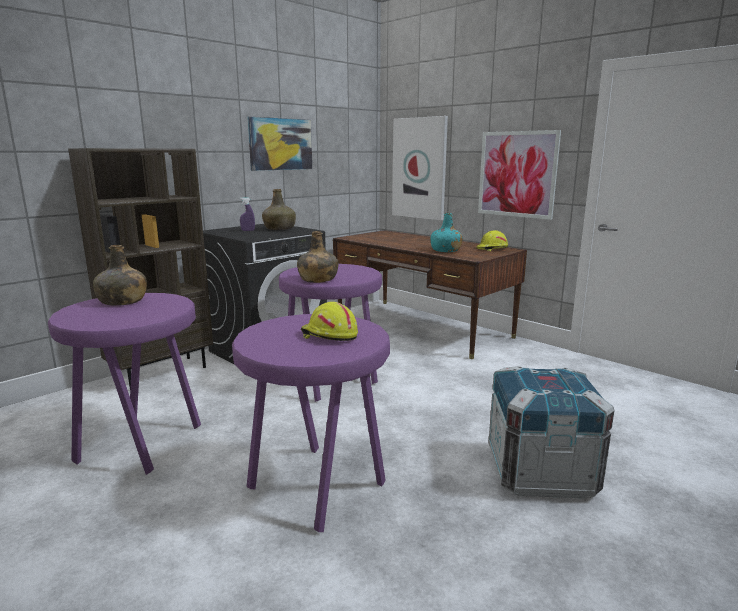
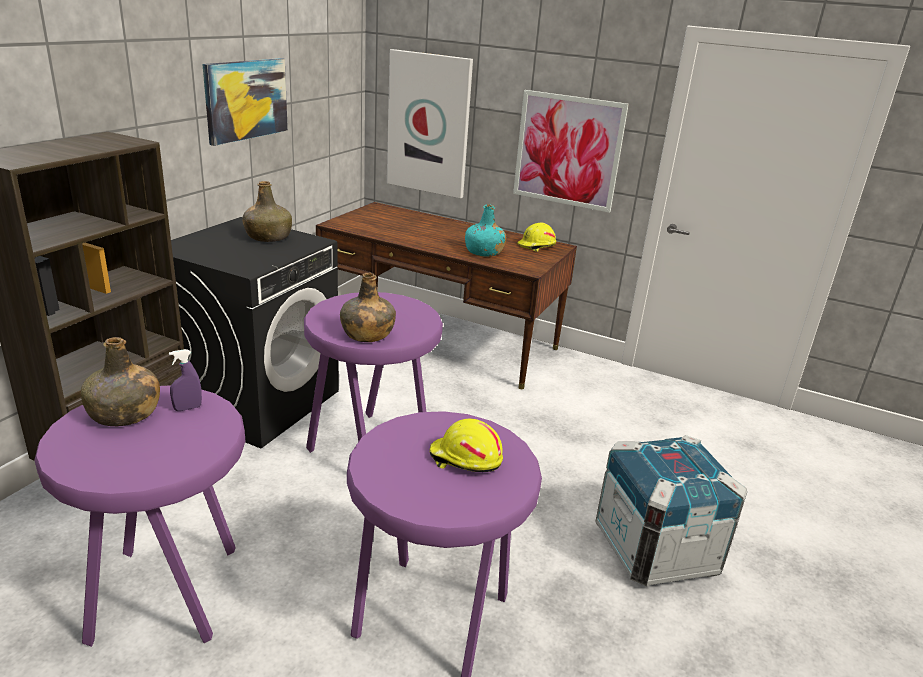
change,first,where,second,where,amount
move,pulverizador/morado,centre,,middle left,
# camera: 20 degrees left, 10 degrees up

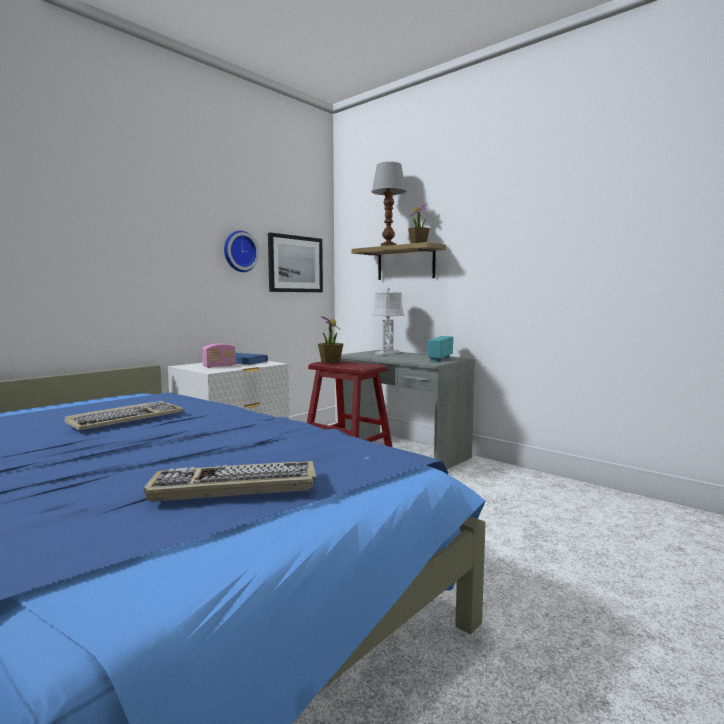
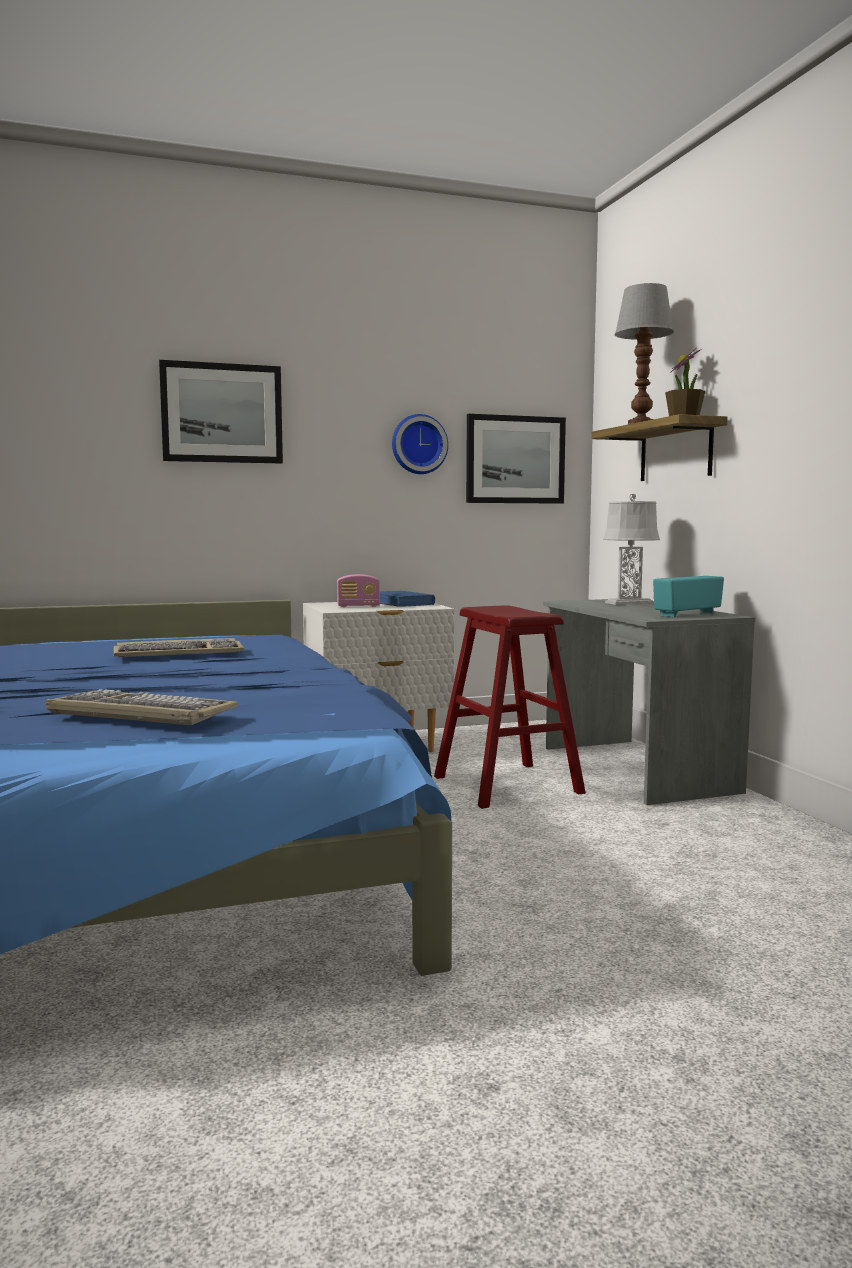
change,first,where,second,where,amount
delete,planta en maceta (1st from left),centre,,,
insert,,,cuadro (1st from left),top left,
# camera: 30 degrees right, 0 degrees up

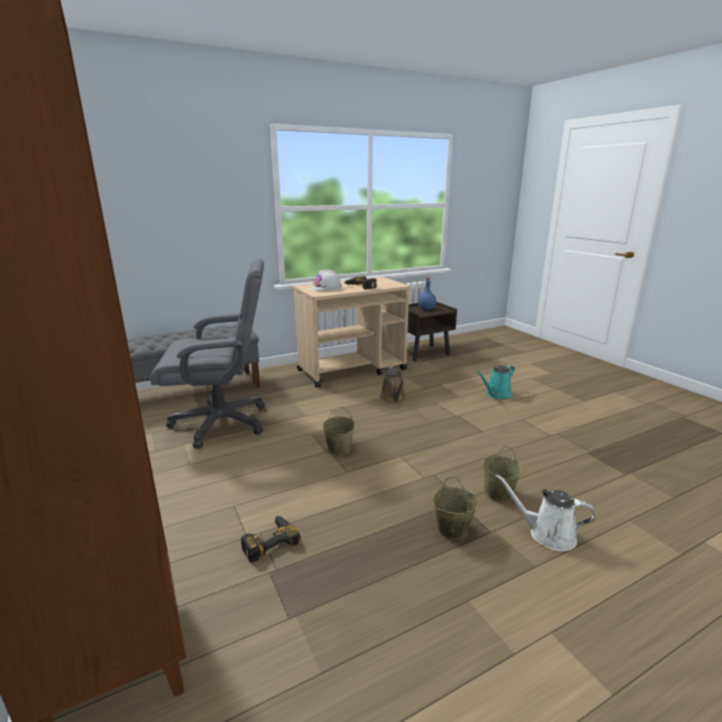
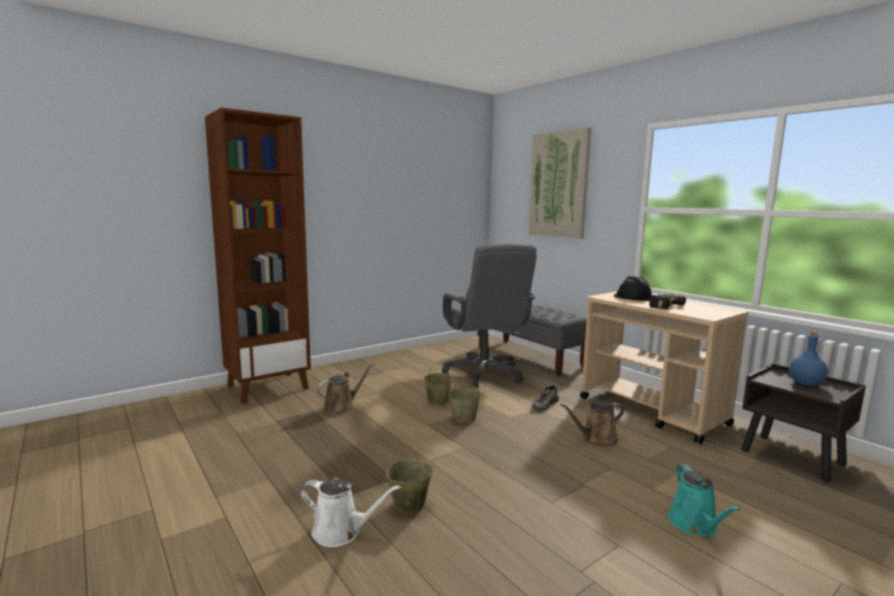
change,first,where,second,where,amount
replace,taladro (1st from left),bottom centre,regadera/marrón (1st from left),centre,
recolor,casco/blanco,centre,casco/negro,middle right,
move,cubo/beis (2nd from left),bottom centre,,centre,
rotate,regadera/turquesa,middle right,,bottom right,135 degrees counterclockwise
rotate,regadera/blanco,bottom right,,bottom centre,90 degrees clockwise
insert,,,cuadro,top centre,
insert,,,zapato,centre,
# camera: 80 degrees right, 10 degrees down

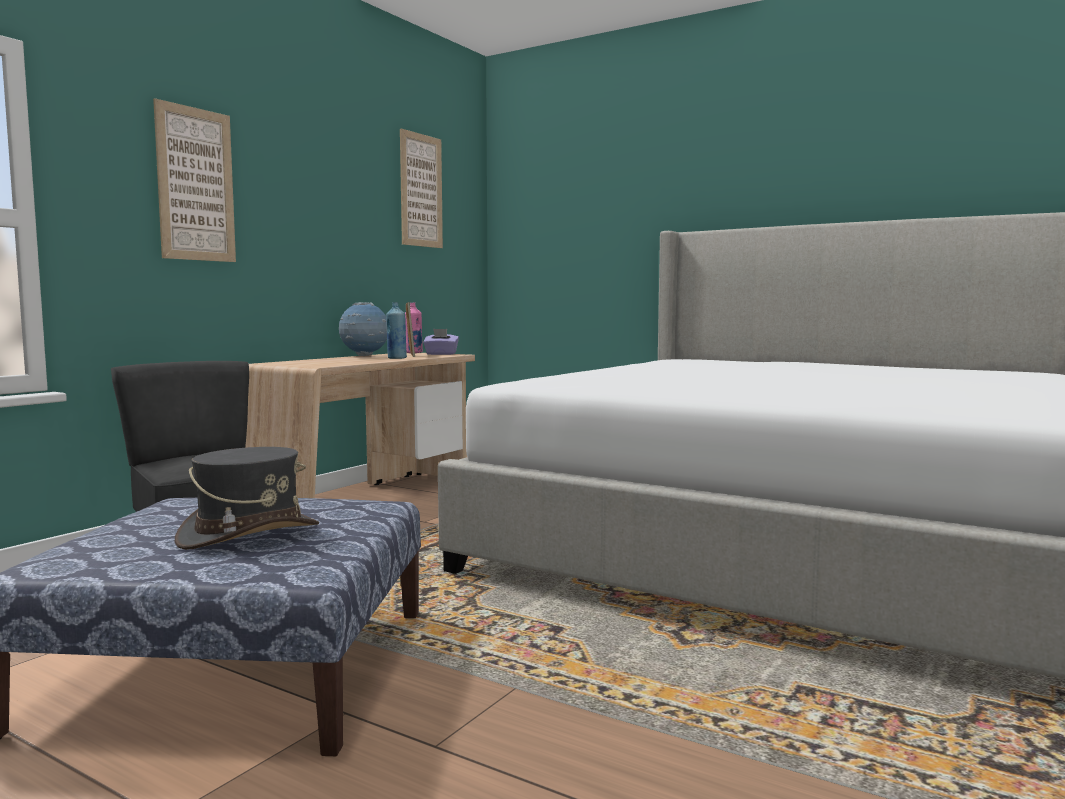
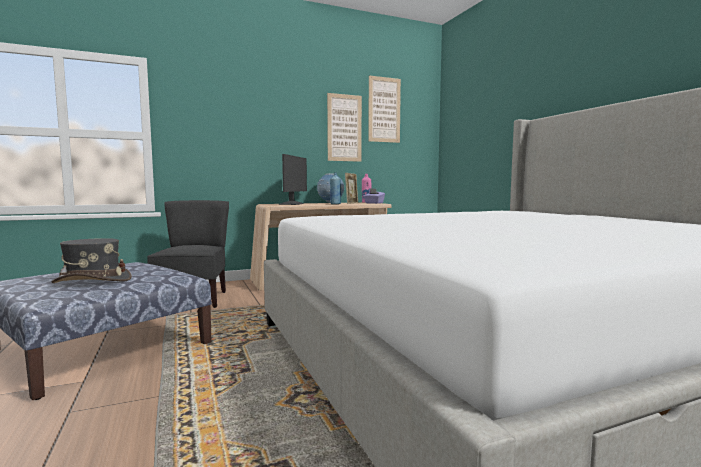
change,first,where,second,where,amount
move,cuadro (1st from left),top left,,top centre,
insert,,,monitor,centre,
# camera: 35 degrees right, 0 degrees up

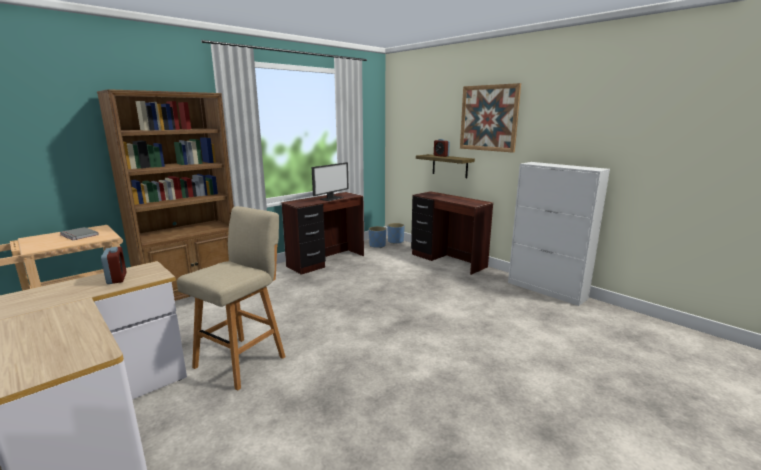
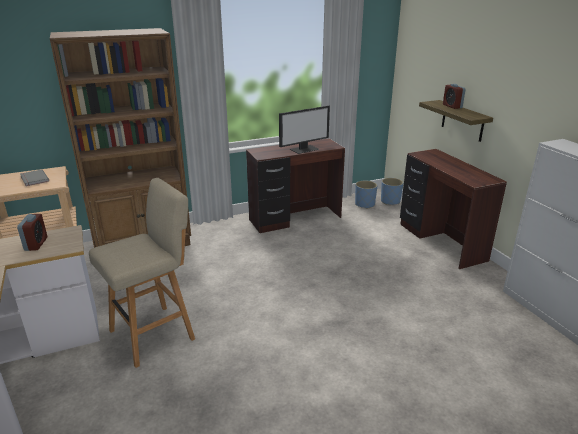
change,first,where,second,where,amount
delete,cuadro,top centre,,,
# camera: 20 degrees right, 10 degrees up

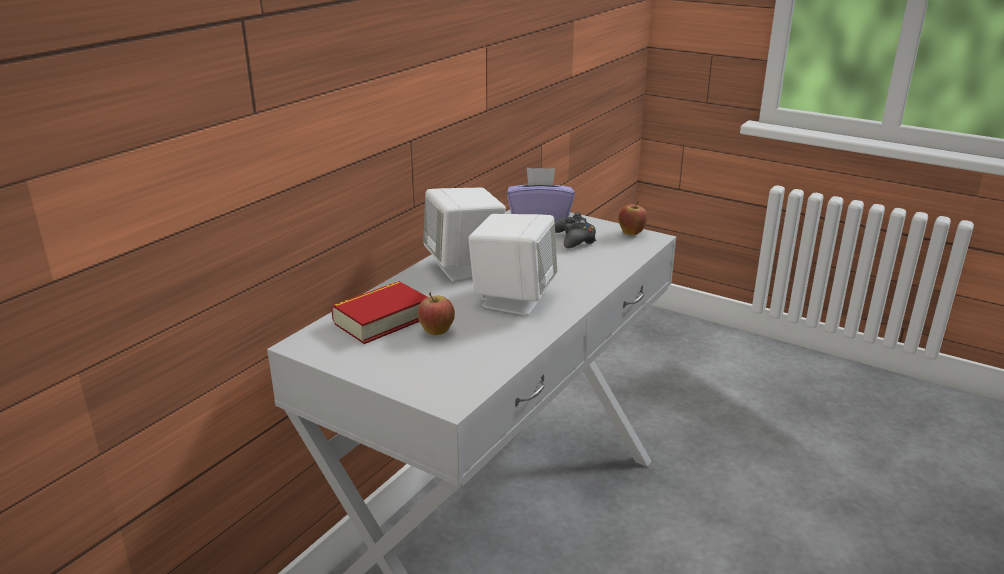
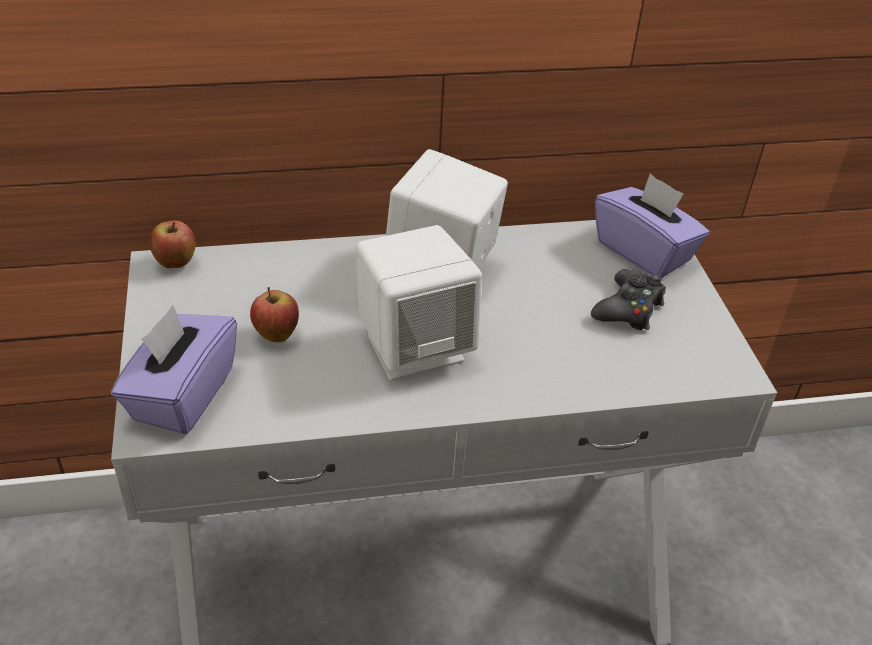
change,first,where,second,where,amount
delete,libro,centre,,,
move,manzana (2nd from left in the first image),centre,manzana (1st from left),middle left,
insert,,,caja de pañuelos/morado (1st from left),middle left,
# camera: 45 degrees right, 15 degrees up

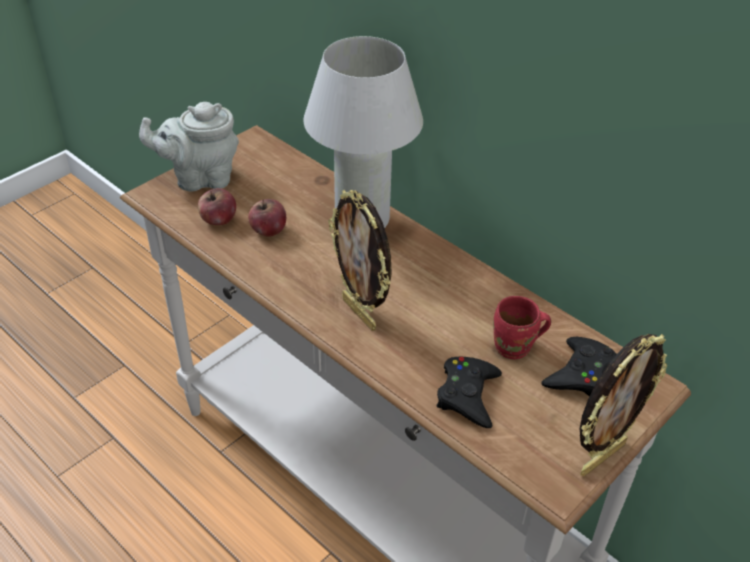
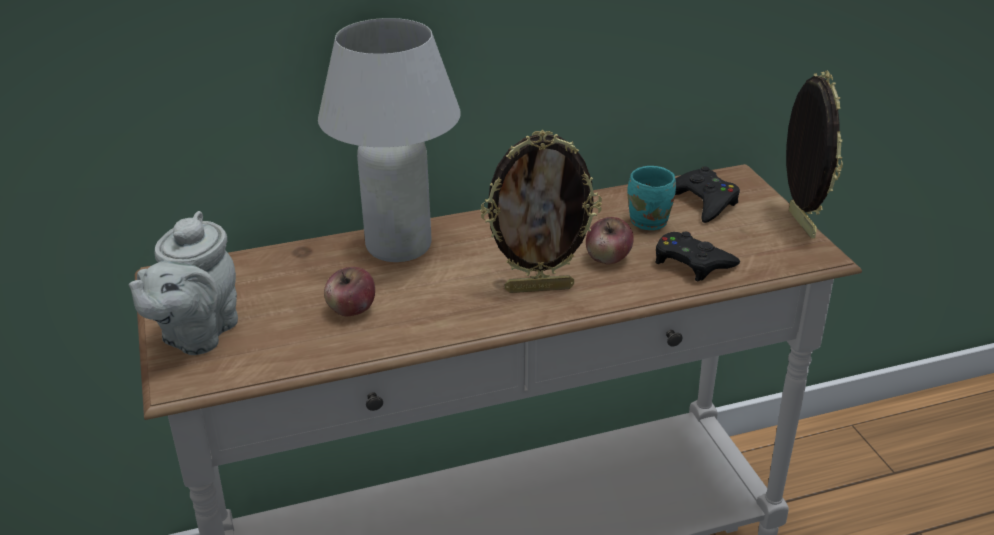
change,first,where,second,where,amount
move,manzana (1st from left in the first image),middle left,manzana (2nd from left),centre,
recolor,taza grande/rojo,middle right,taza grande/turquesa,centre,
# camera: 60 degrees left, 10 degrees down

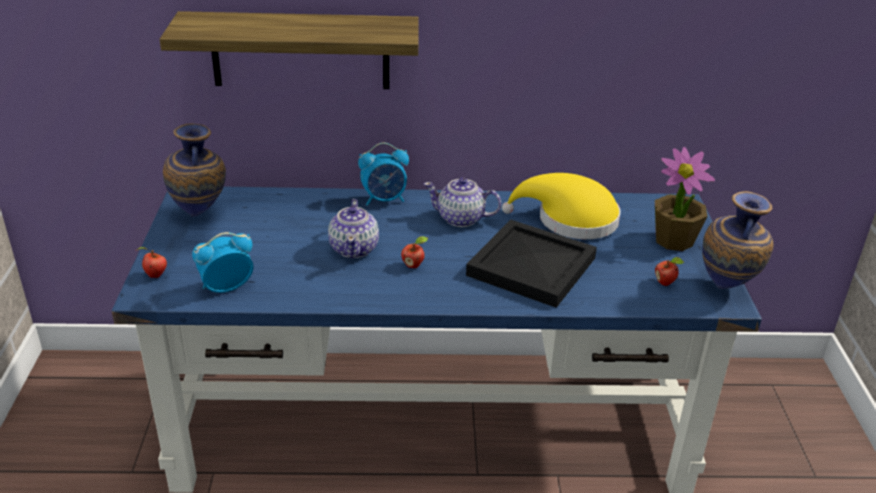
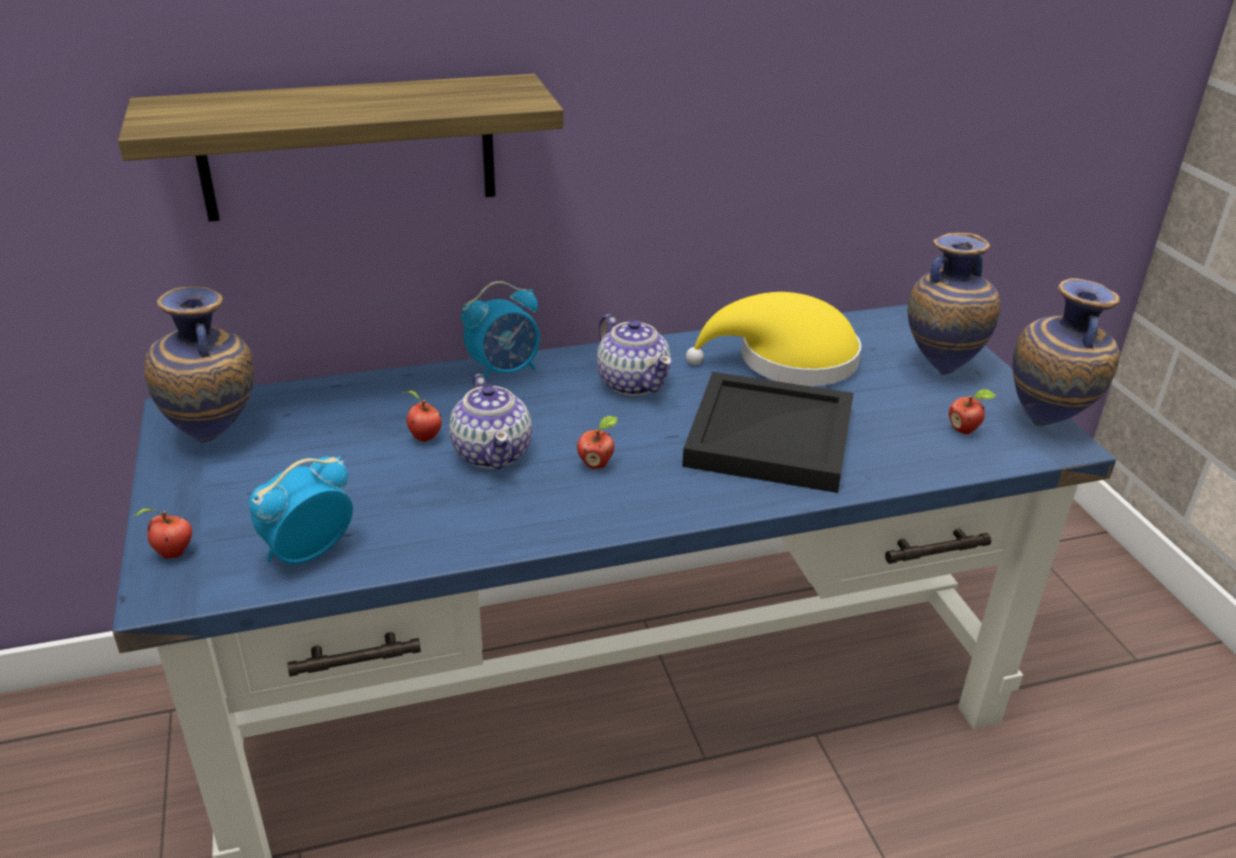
change,first,where,second,where,amount
rotate,tetera (2nd from left),centre,,centre,120 degrees counterclockwise
replace,planta en maceta,middle right,florero (2nd from left),middle right,
insert,,,manzana (2nd from left),centre,
# camera: 15 degrees left, 0 degrees up

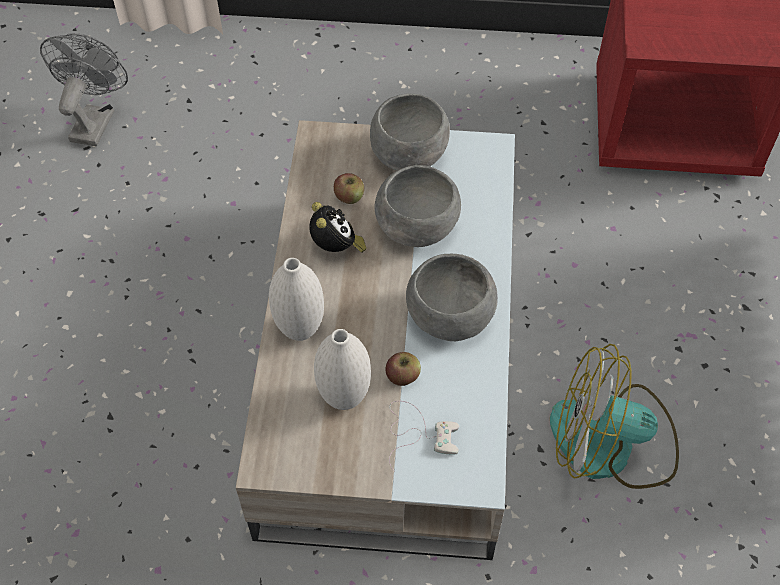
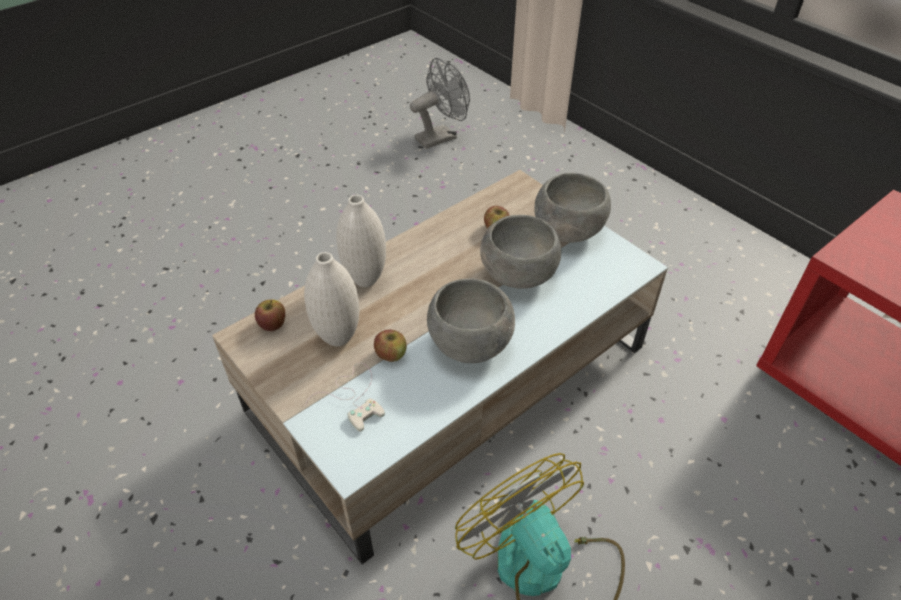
change,first,where,second,where,amount
delete,despertador,centre,,,
insert,,,manzana (1st from left),middle left,
# camera: 45 degrees right, 10 degrees down

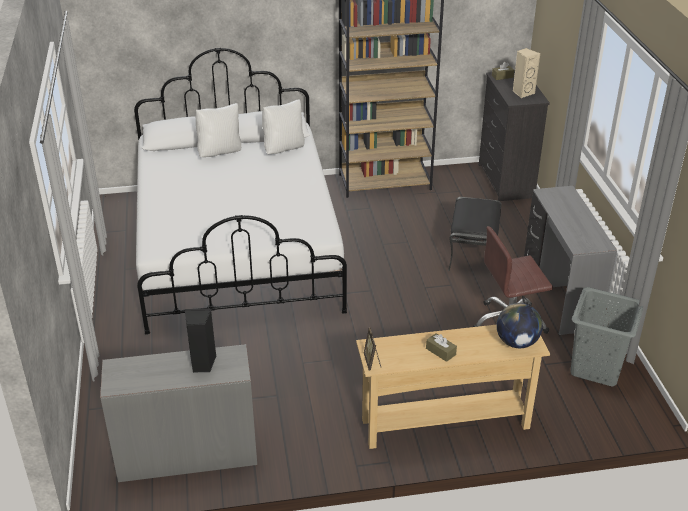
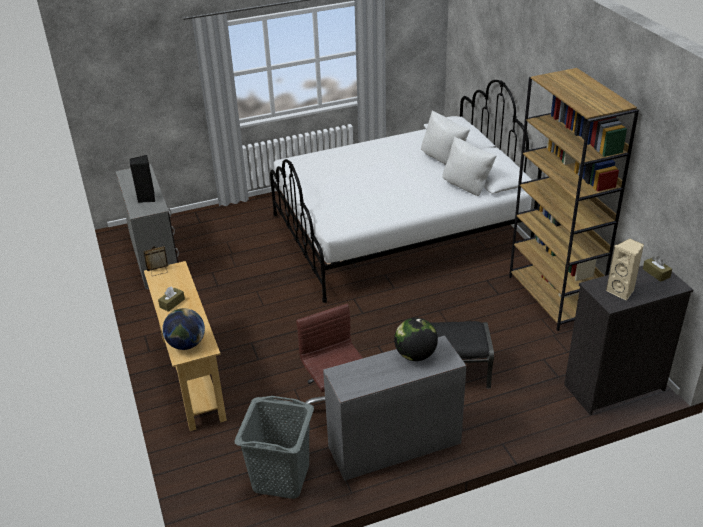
change,first,where,second,where,amount
insert,,,globo terráqueo (2nd from left),centre,
# camera: 80 degrees right, 0 degrees up

